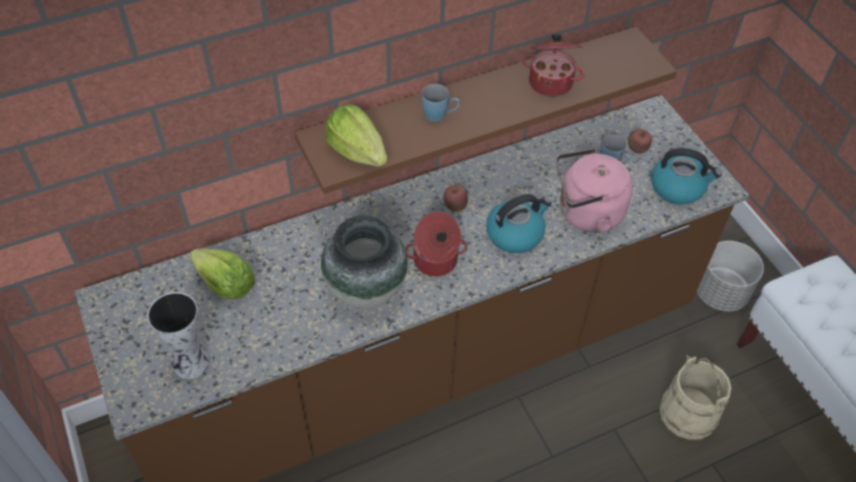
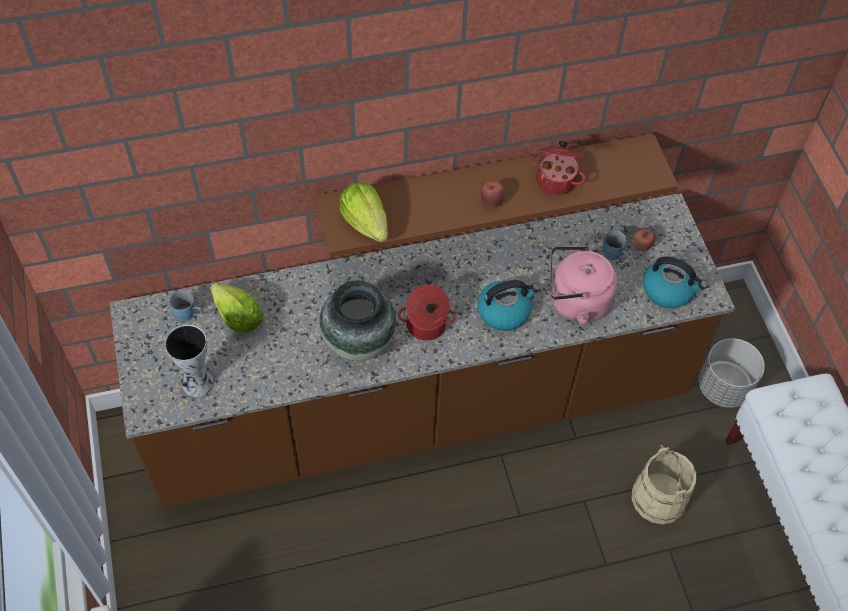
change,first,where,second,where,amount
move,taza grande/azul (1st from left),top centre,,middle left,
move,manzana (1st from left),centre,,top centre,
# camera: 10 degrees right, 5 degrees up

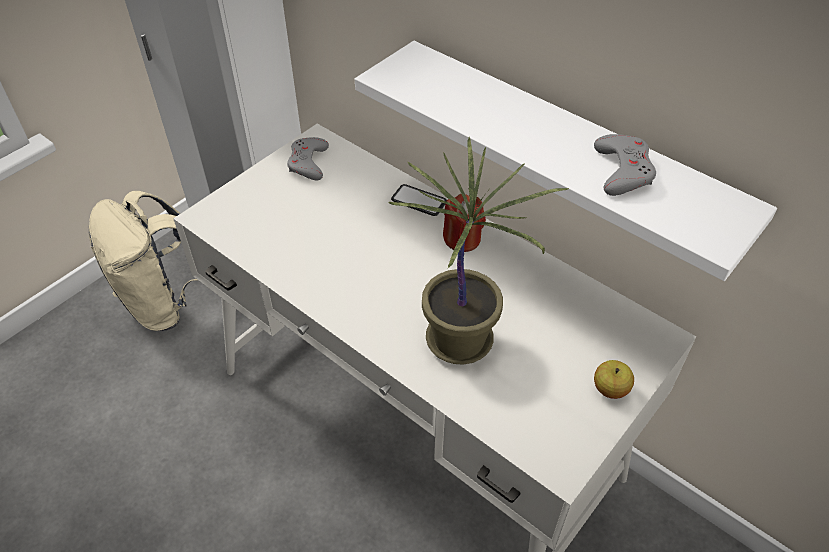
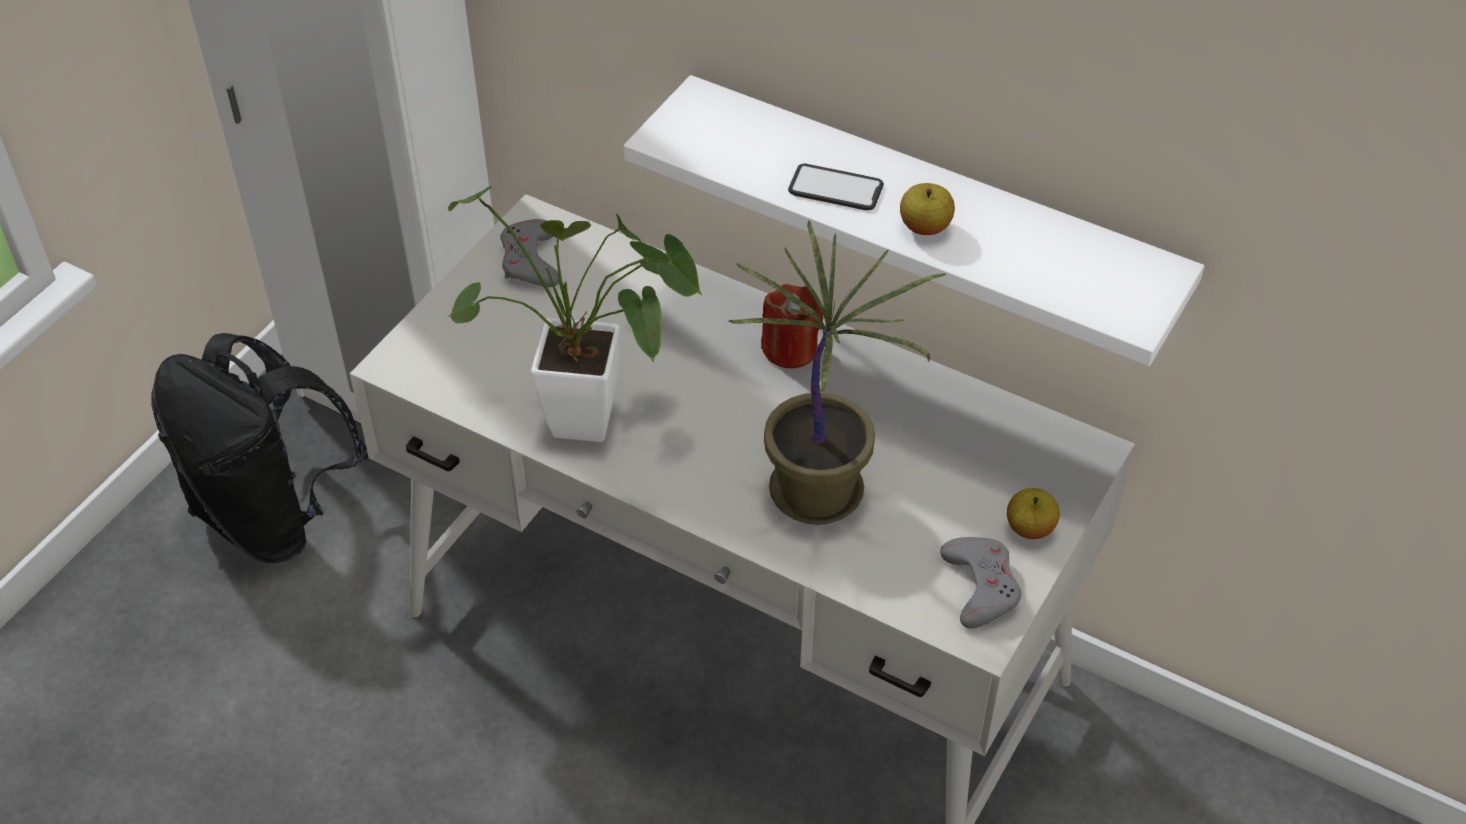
change,first,where,second,where,amount
recolor,mochila/beis,middle left,mochila/negro,middle left,
move,móvil,centre,,top centre,
move,mando de consola/gris (2nd from left),top right,,bottom right,
insert,,,planta en maceta (1st from left),centre,
insert,,,manzana (1st from left),top centre,
# camera: 10 degrees left, 0 degrees up

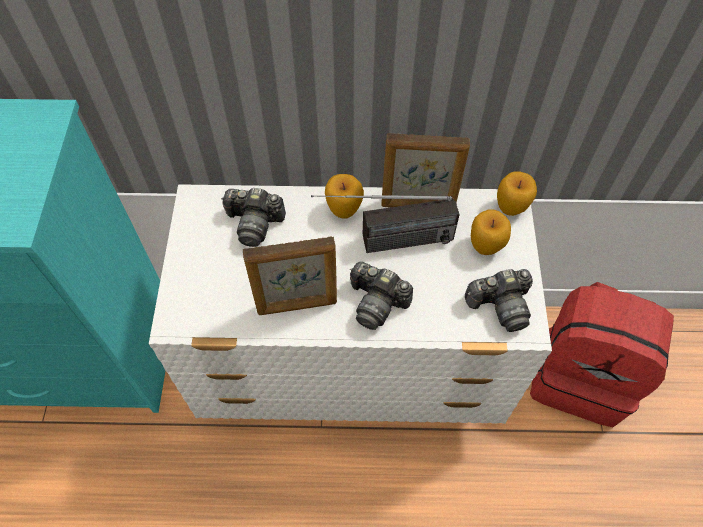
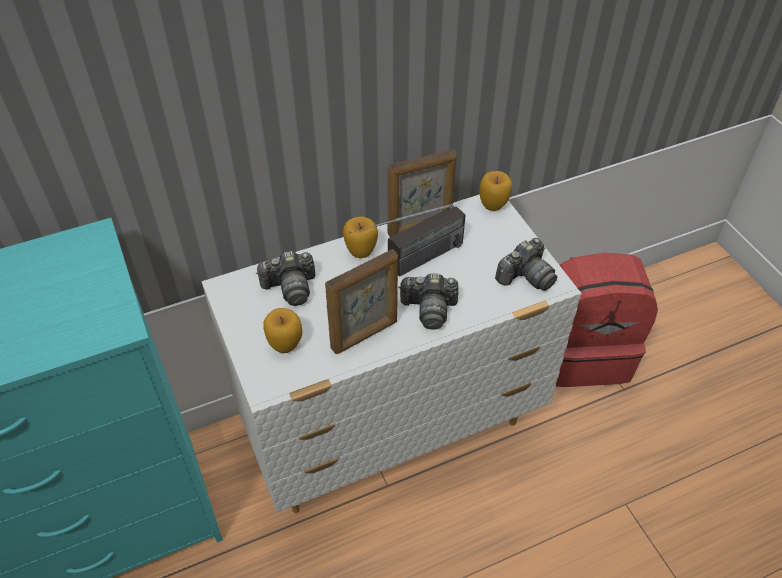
change,first,where,second,where,amount
move,manzana (2nd from left in the first image),middle right,manzana (1st from left),centre,
# camera: 25 degrees left, 10 degrees down

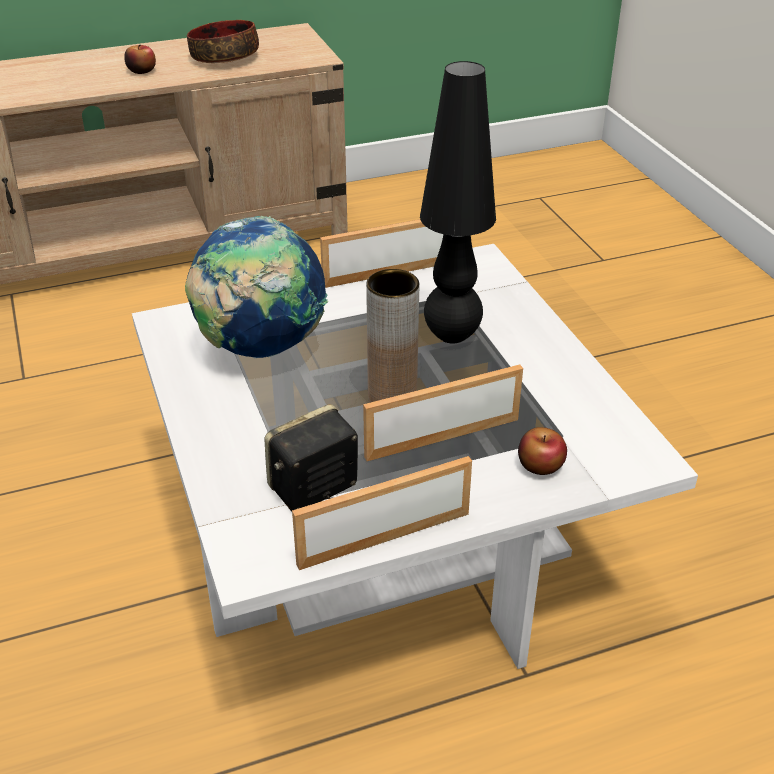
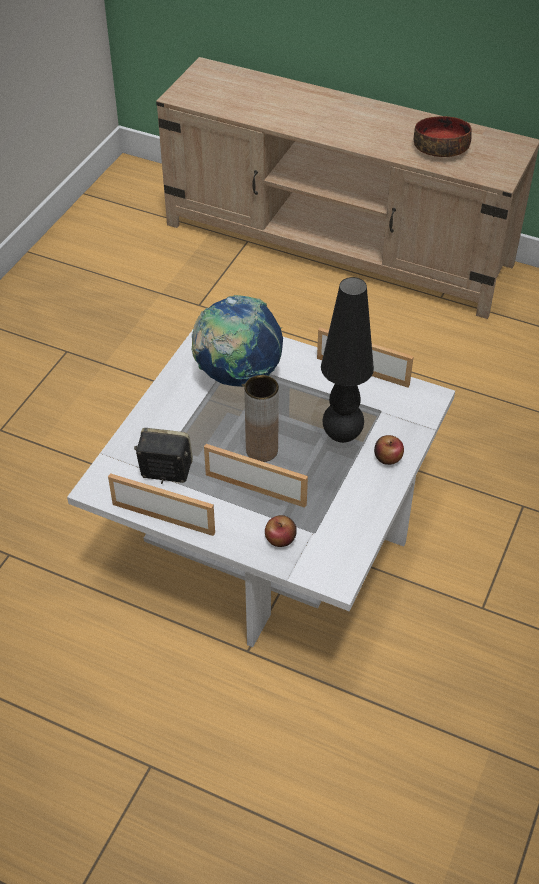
change,first,where,second,where,amount
move,manzana (1st from left in the first image),top left,manzana (2nd from left),middle right,
# camera: 45 degrees right, 10 degrees up

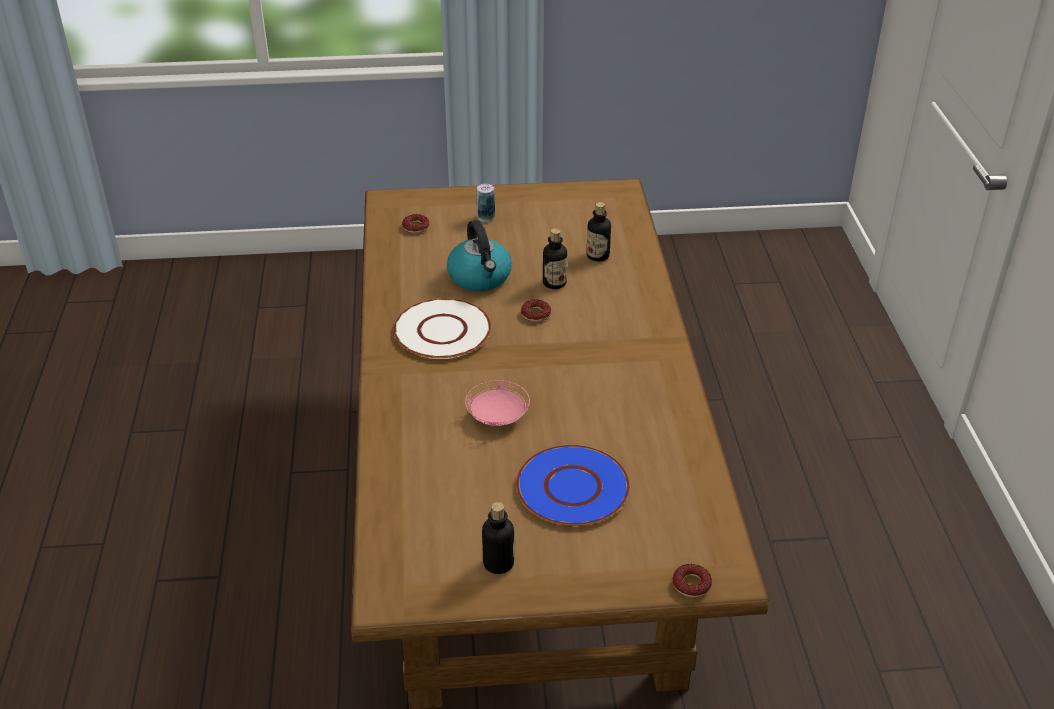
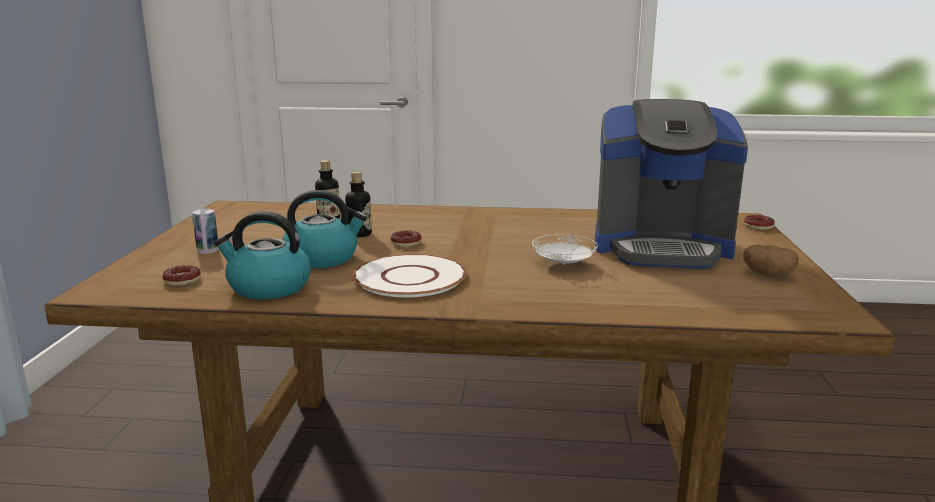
change,first,where,second,where,amount
recolor,plato/rosa,centre,plato/blanco (2nd from left),centre,
replace,botella (1st from left),bottom centre,patata,middle right,
replace,plato/azul,bottom centre,cafetera,middle right,
insert,,,hervidor (1st from left),middle left,
# camera: 80 degrees left, 20 degrees down

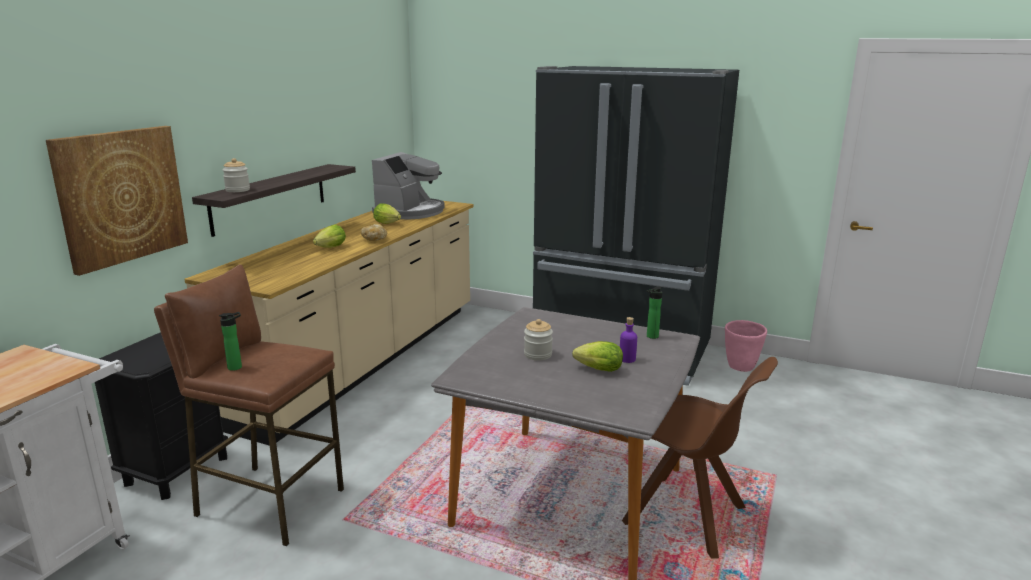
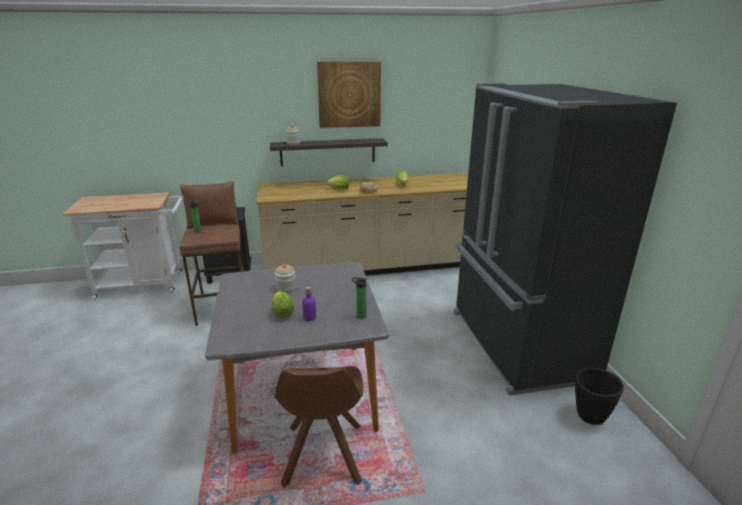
change,first,where,second,where,amount
move,cuadro,middle left,,top centre,
delete,cafetera,top centre,,,
recolor,maceta/rosa,middle right,maceta/negro,bottom right,
# camera: 55 degrees right, 5 degrees up

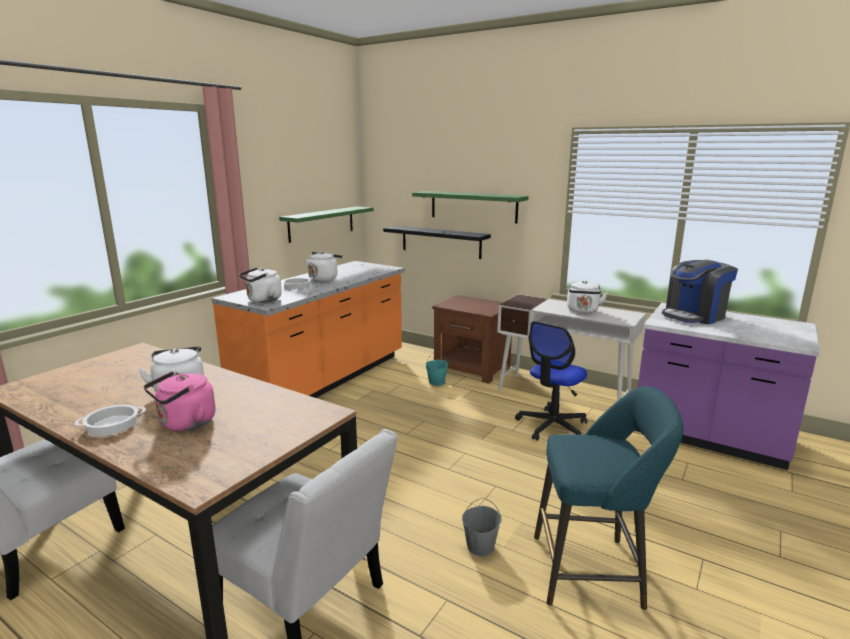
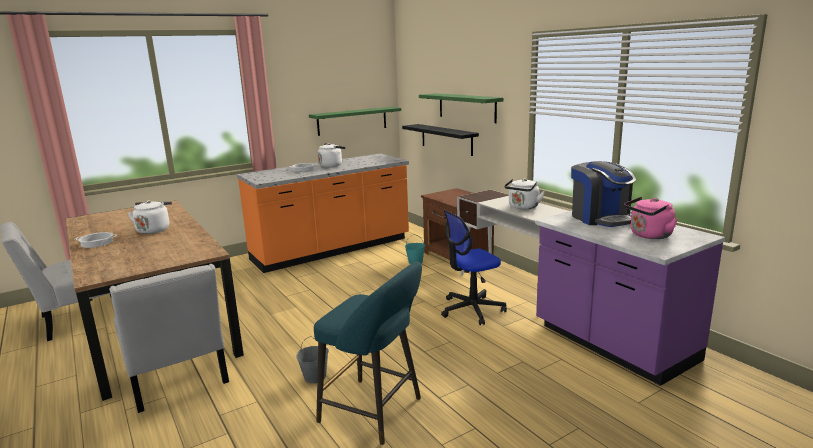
change,first,where,second,where,amount
move,hervidor/rosa,middle left,,middle right,
delete,hervidor/blanco (2nd from left),middle left,,,
rotate,cafetera,middle right,,middle right,105 degrees counterclockwise
# camera: 25 degrees right, 0 degrees up

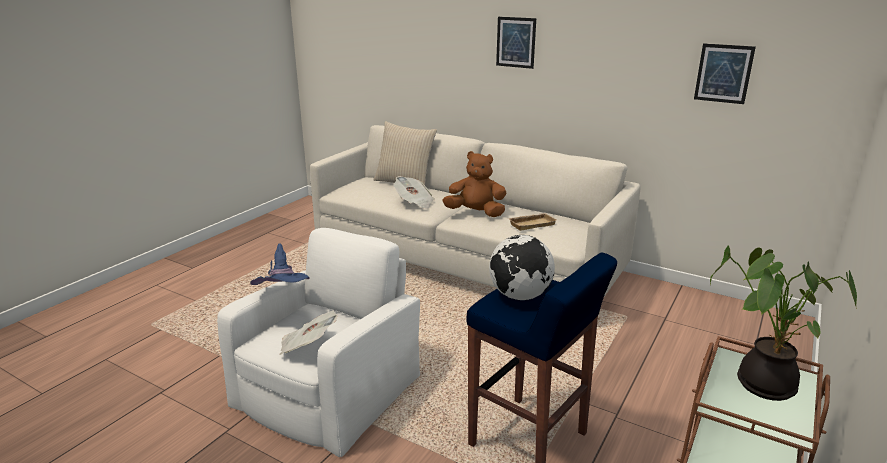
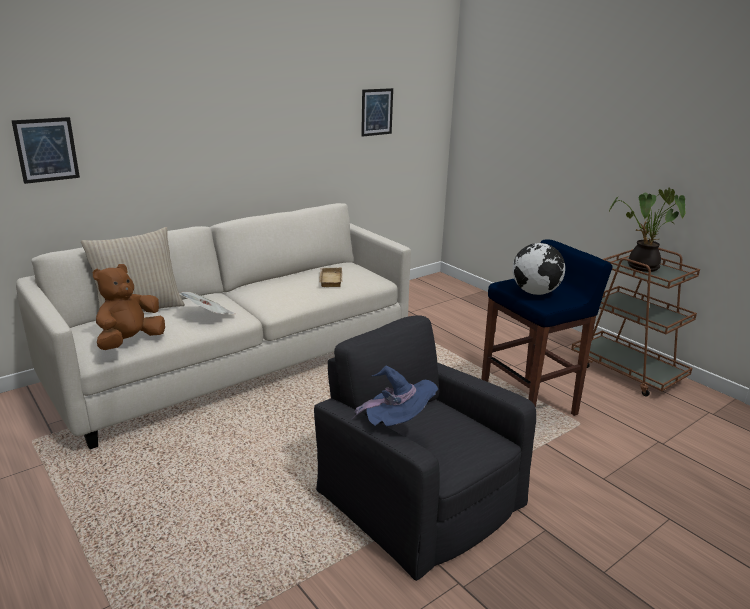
change,first,where,second,where,amount
recolor,sillón/blanco,bottom centre,sillón/negro,bottom centre,
delete,periódico (1st from left),bottom centre,,,
move,peluche/marrón,centre,,middle left,
move,cuadro (1st from left),top centre,,top left,
# camera: 70 degrees left, 0 degrees up

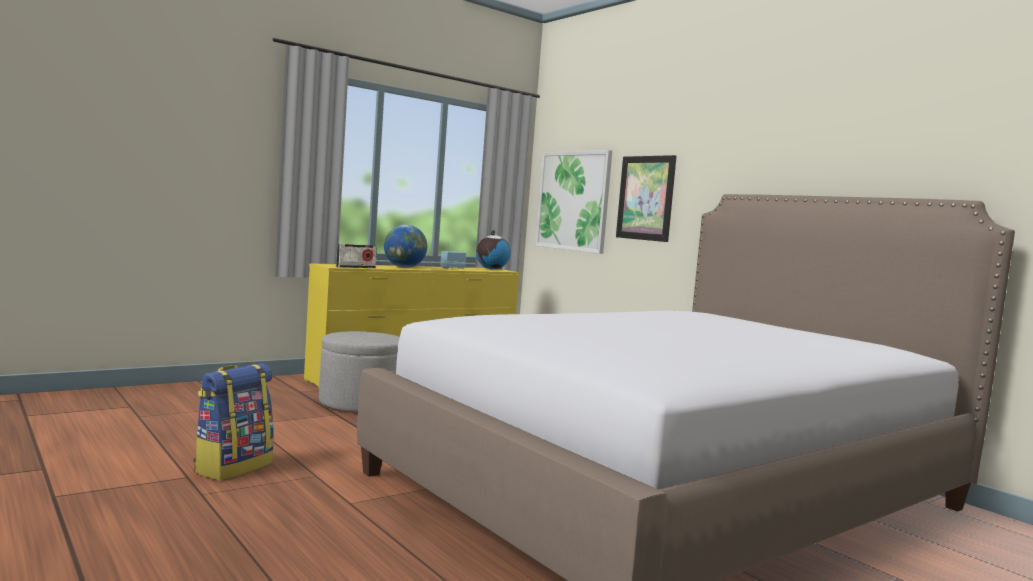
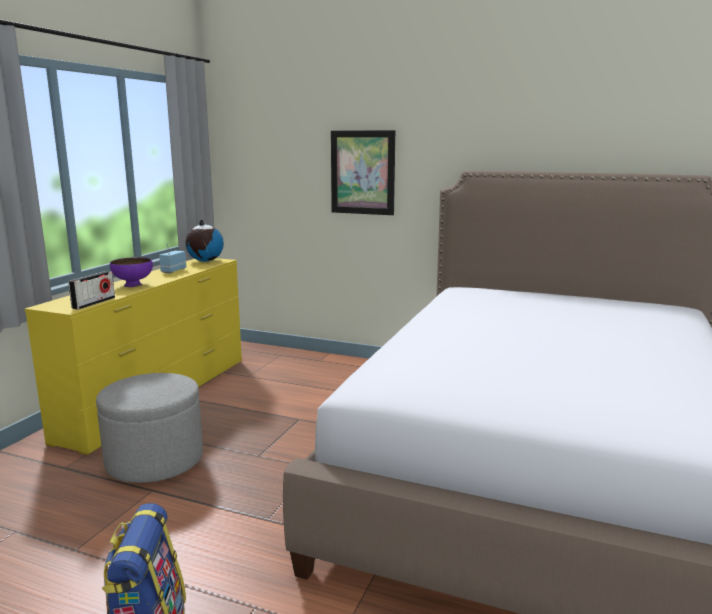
change,first,where,second,where,amount
replace,globo terráqueo (1st from left),centre,cuenco/morado,middle left,
delete,cuadro (1st from left),centre,,,
# camera: 30 degrees left, 10 degrees up

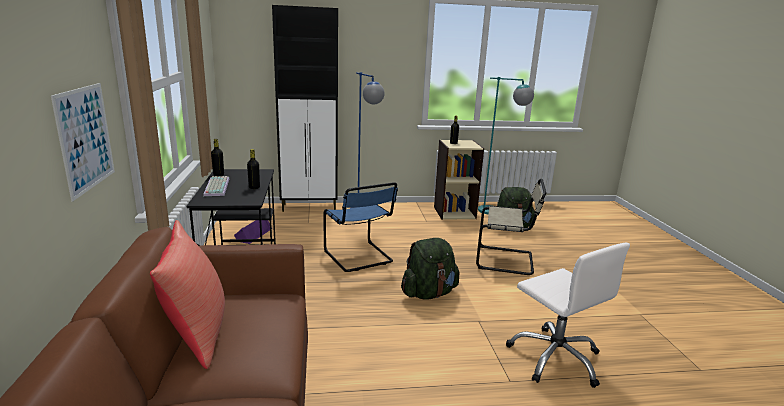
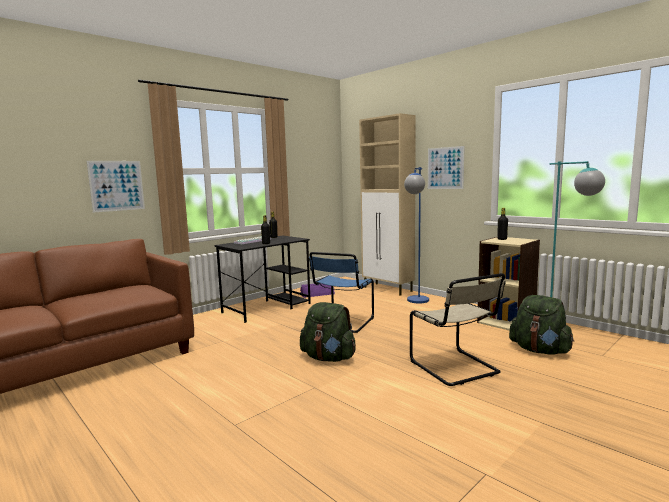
change,first,where,second,where,amount
delete,cojín/rojo,bottom left,,,
recolor,armario/negro,top centre,armario/beis,centre,
delete,silla de oficina/blanco,bottom right,,,
insert,,,cuadro (2nd from left),top right,
# camera: 55 degrees right, 10 degrees down

